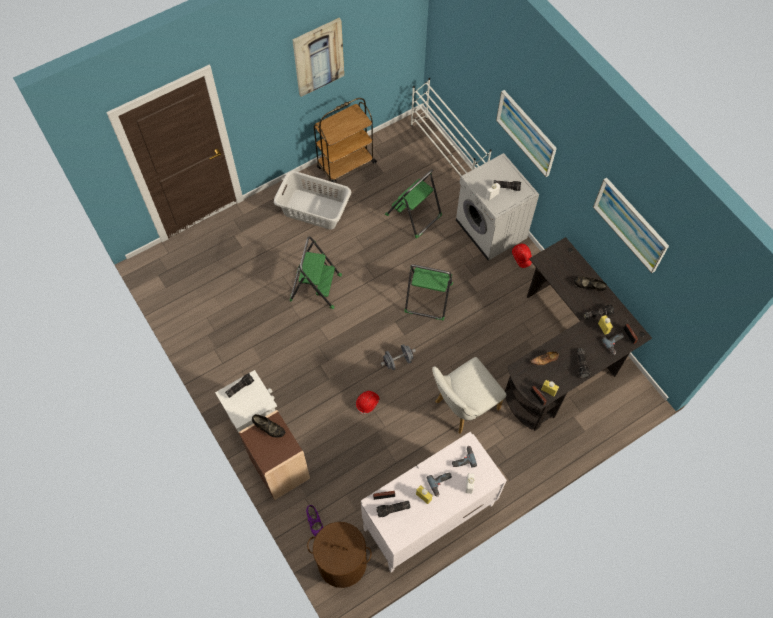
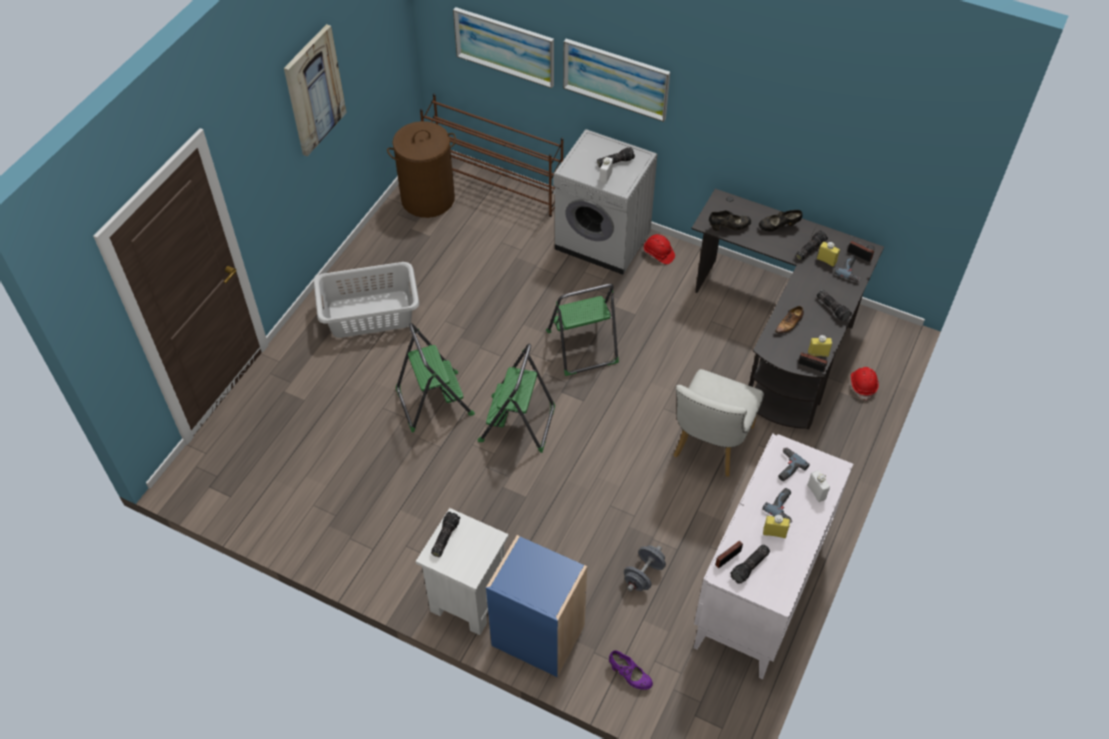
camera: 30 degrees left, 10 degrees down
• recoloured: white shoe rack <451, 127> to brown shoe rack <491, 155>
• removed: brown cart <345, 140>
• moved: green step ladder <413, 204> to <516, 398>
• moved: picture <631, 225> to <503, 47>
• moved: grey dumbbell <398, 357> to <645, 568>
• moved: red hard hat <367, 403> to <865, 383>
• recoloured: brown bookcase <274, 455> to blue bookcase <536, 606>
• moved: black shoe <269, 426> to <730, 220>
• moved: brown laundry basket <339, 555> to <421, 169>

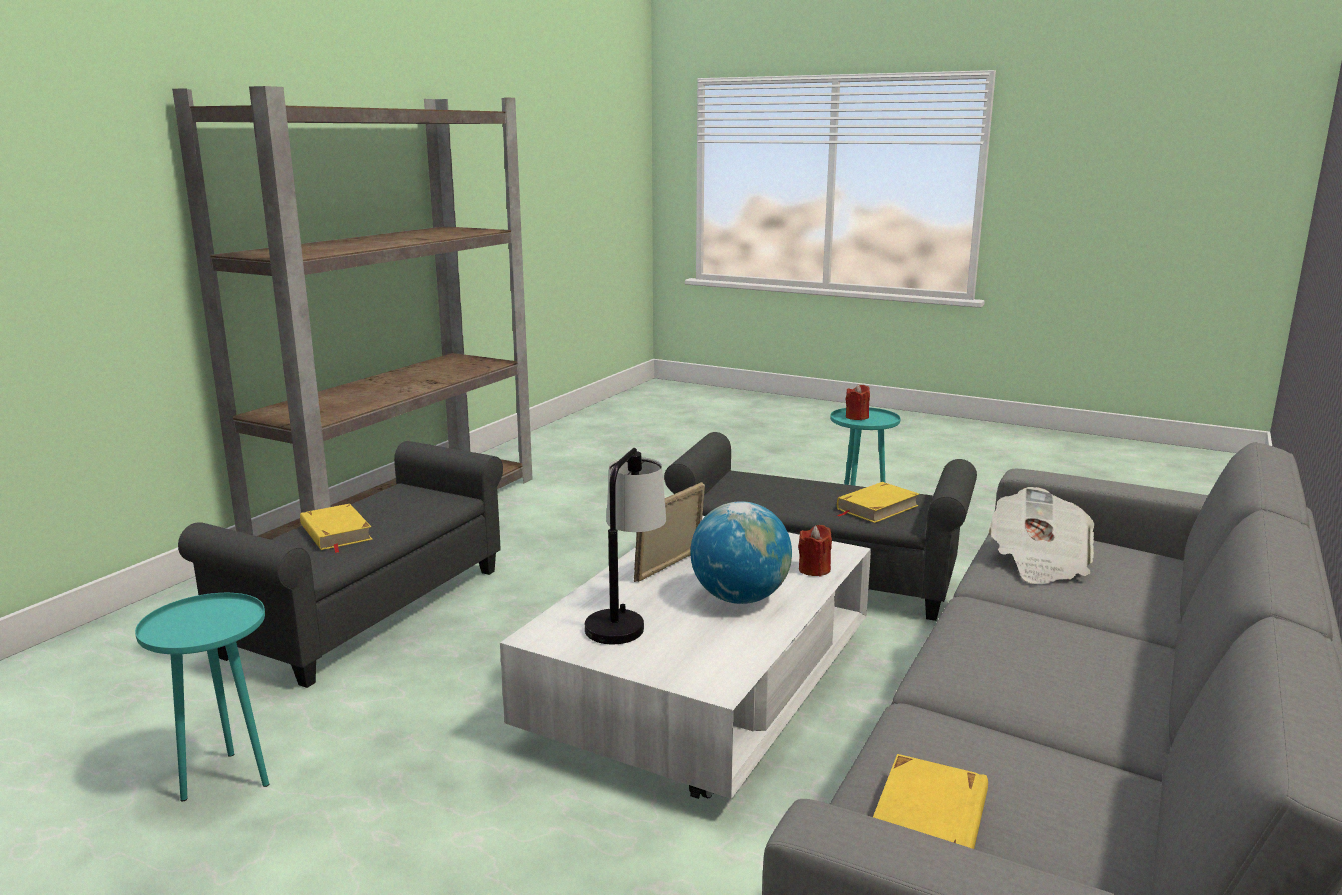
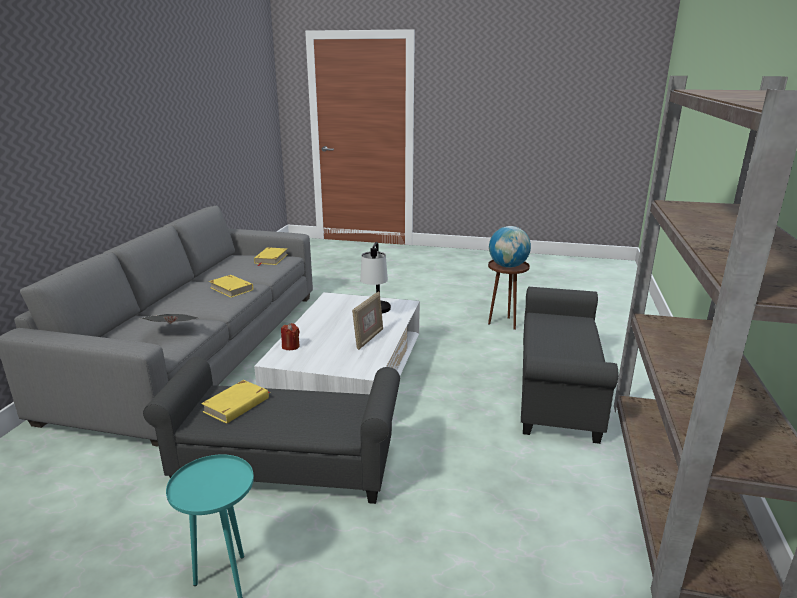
camera: 165 degrees right, 5 degrees up
• removed: red candle <858, 402>
• moved: globe <741, 552> to <510, 247>
• moved: yellow book <336, 528> to <231, 286>
• recoloured: turquoise side table <202, 697> to brown side table <509, 295>

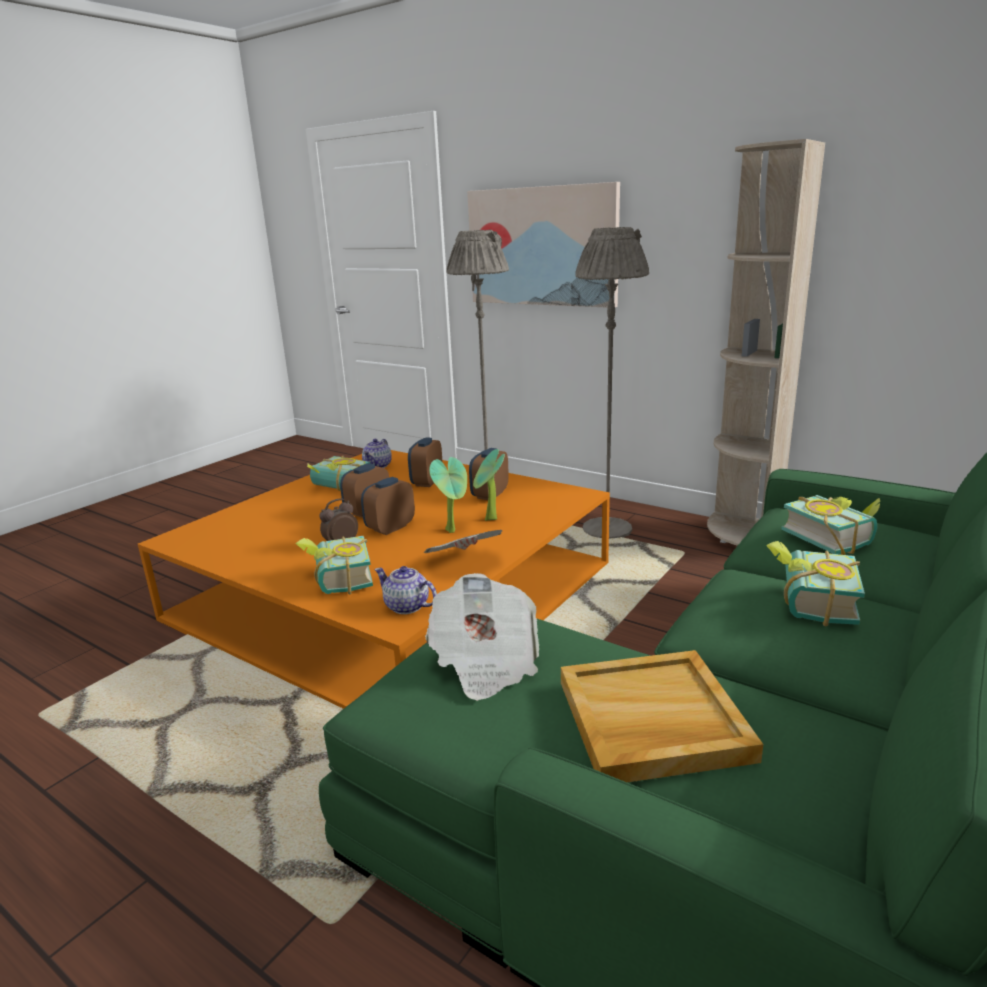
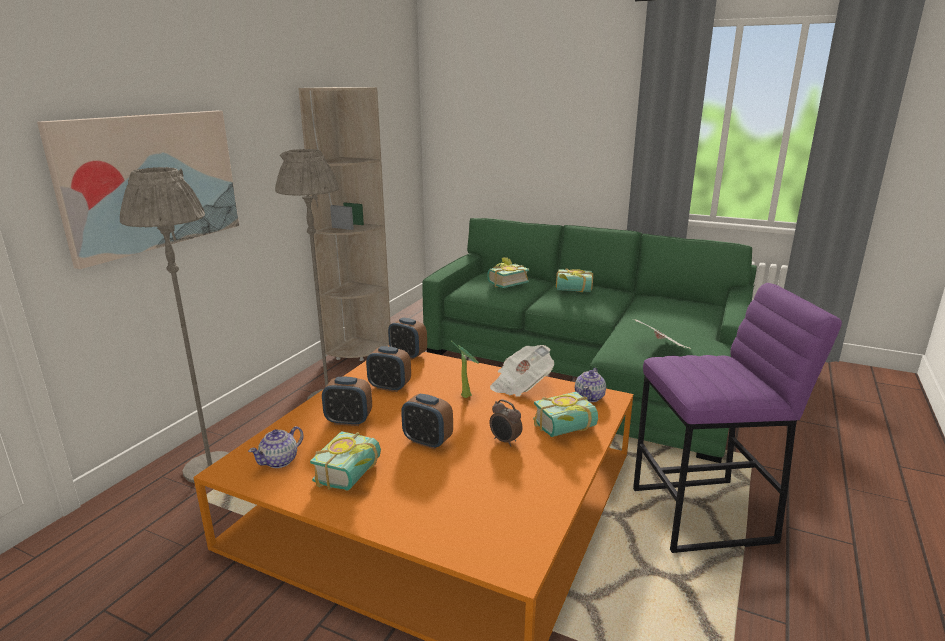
camera: 100 degrees left, 0 degrees up
• turned: teapot <377, 453> = <276, 447> 120 degrees clockwise
• removed: potted plant <489, 485>
• moved: alarm clock <388, 506> to <407, 338>
• removed: beige tray <662, 716>
• added: purple stool <737, 418>

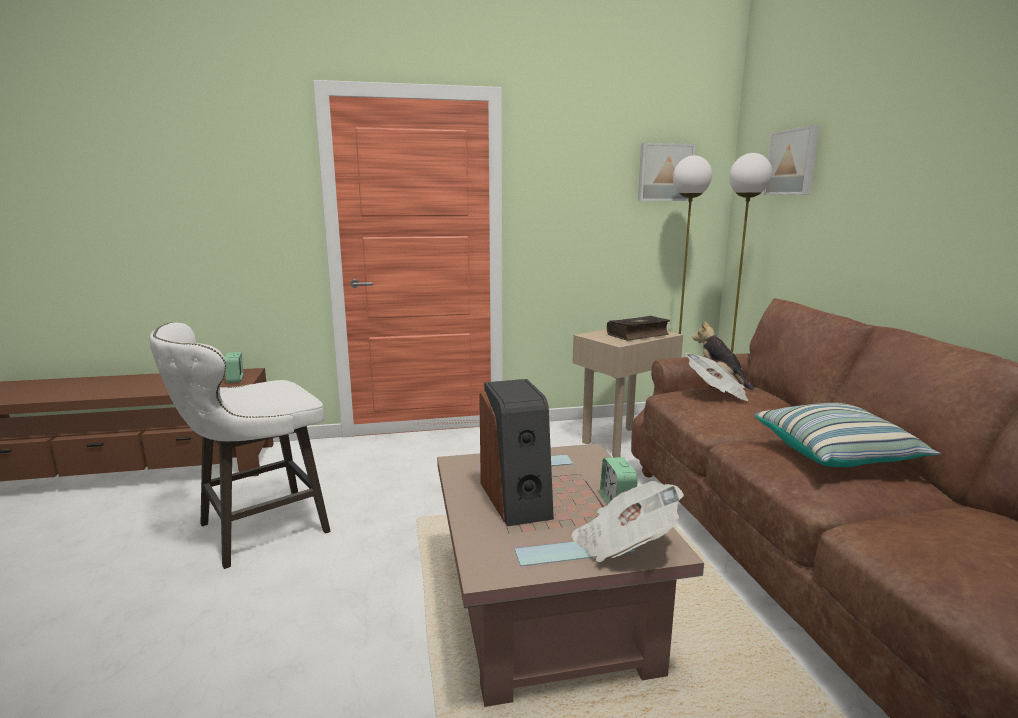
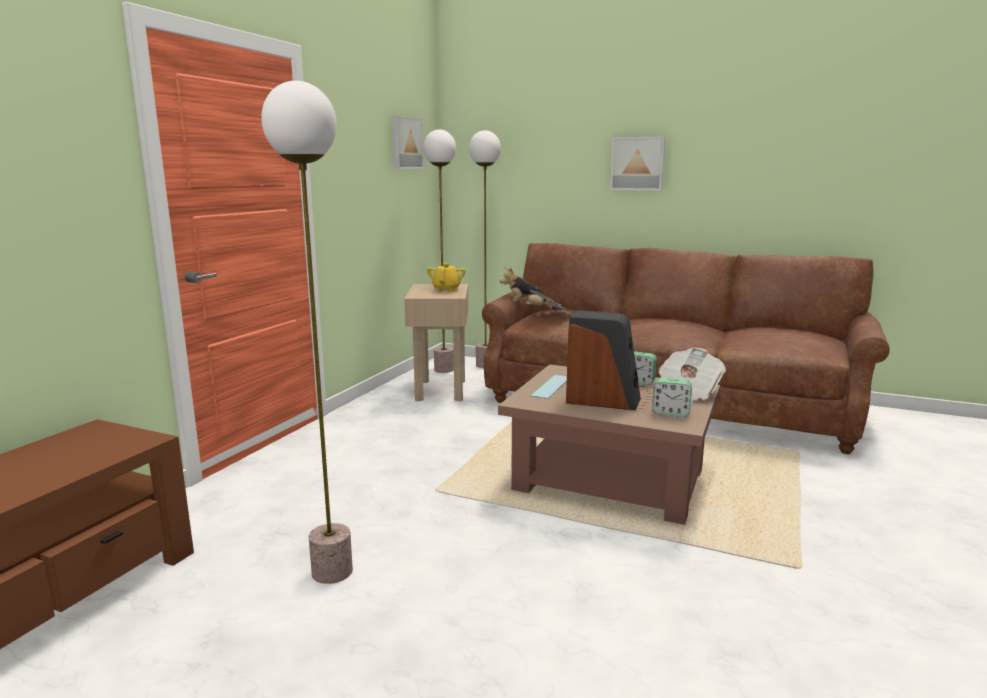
camera: 55 degrees left, 0 degrees up
• moved: picture <792, 160> to <638, 163>
• replaced: book <638, 328> to yellow teapot <446, 277>
• replaced: white stool <240, 445> to floor lamp <307, 332>
• moved: alarm clock <234, 367> to <672, 397>
• removed: pillow <847, 435>

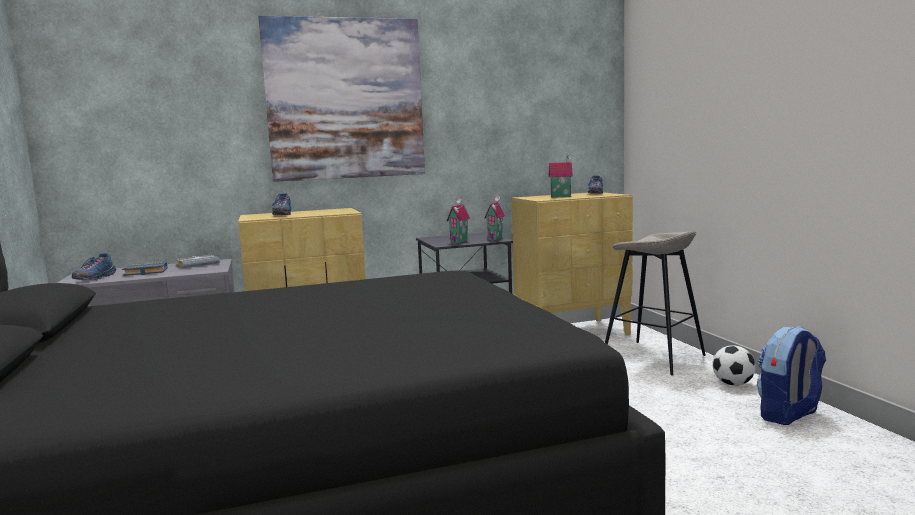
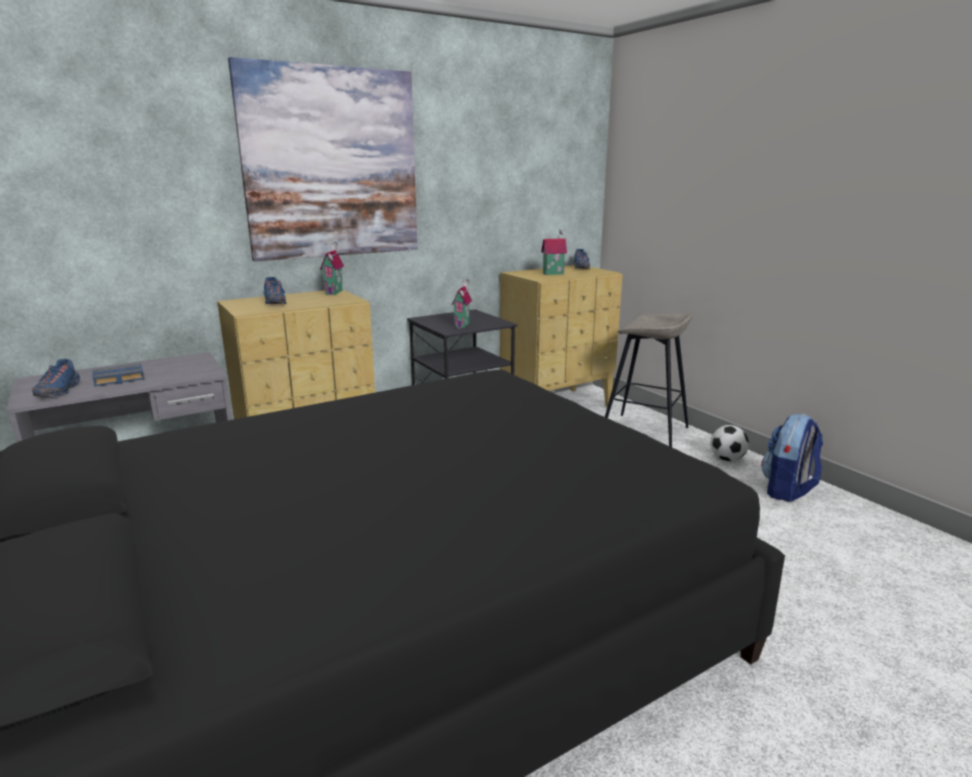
camera: 15 degrees left, 10 degrees up
• moved: toy house <494, 217> to <332, 268>
• removed: grey book <198, 261>

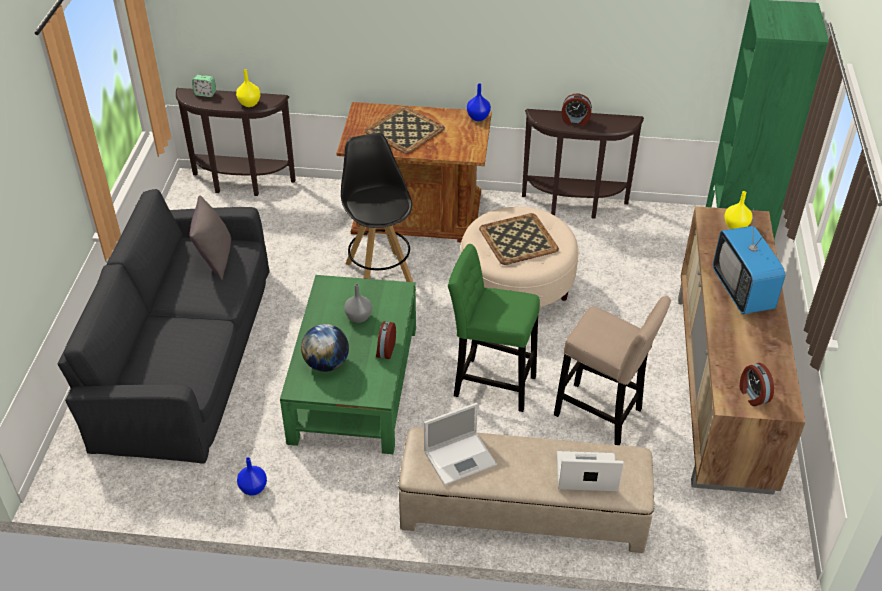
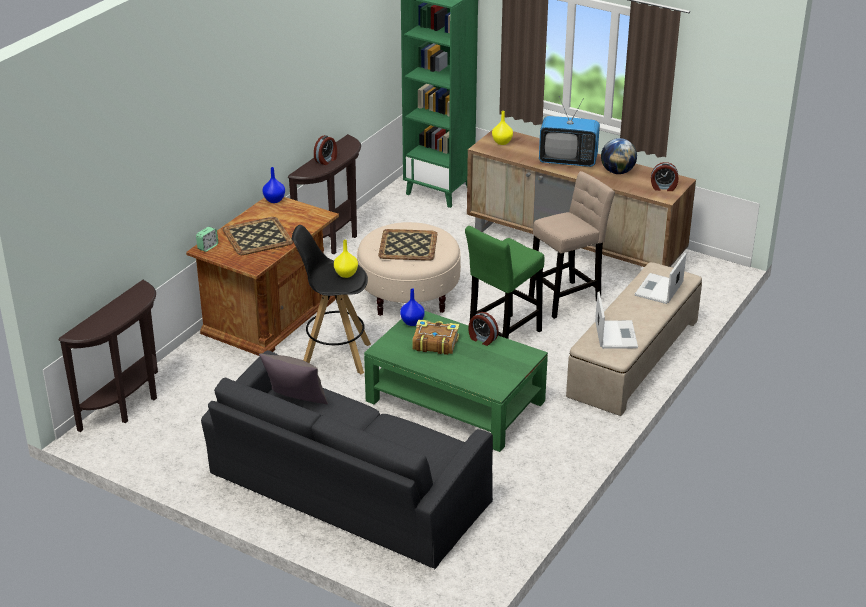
camera: 65 degrees left, 10 degrees down
• moved: yellow vase <248, 88> to <346, 259>
• moved: alarm clock <204, 86> to <207, 239>
• replaced: grey vase <358, 303> to book <435, 337>
• moved: globe <325, 348> to <619, 156>
• moved: blue vase <252, 476> to <412, 307>

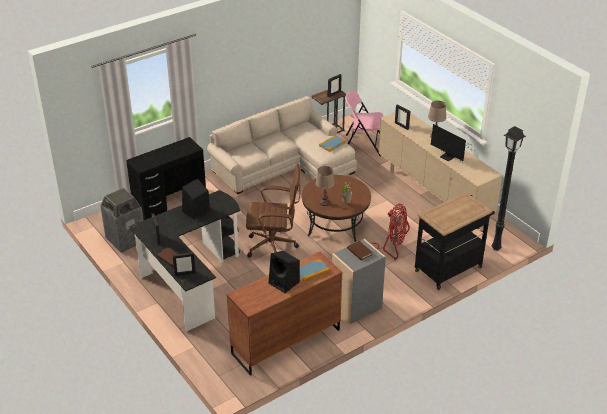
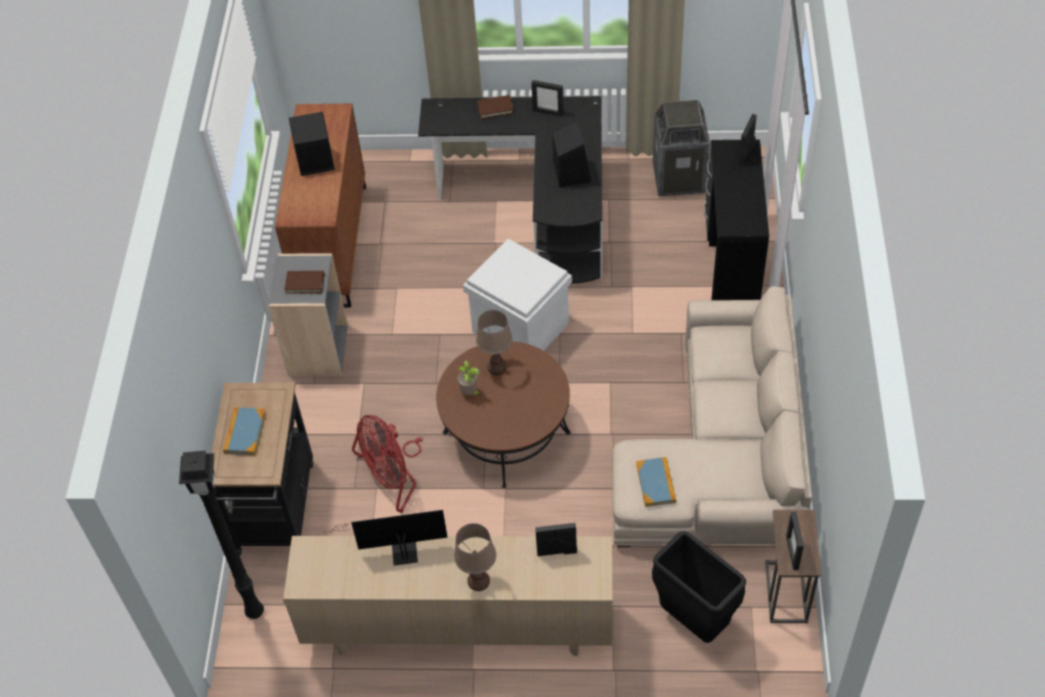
camera: 130 degrees right, 15 degrees up
• replaced: pink chair <364, 124> to black trash can <699, 587>
• replaced: brown office chair <273, 211> to white storage box <517, 295>
• moved: picture frame <184, 264> to <748, 139>
• moved: book <314, 270> to <244, 431>

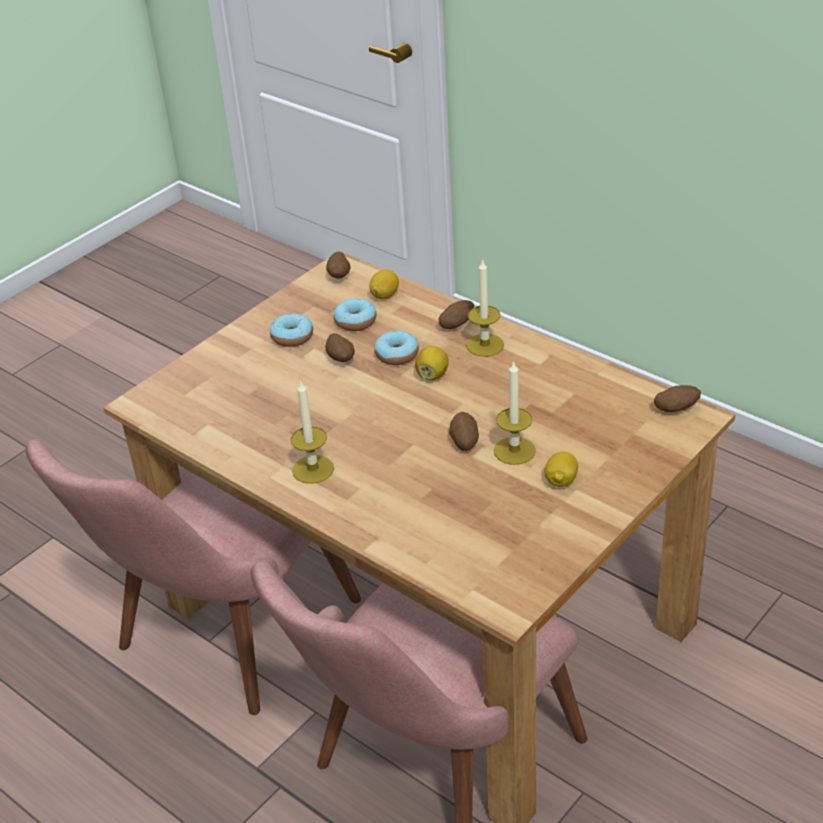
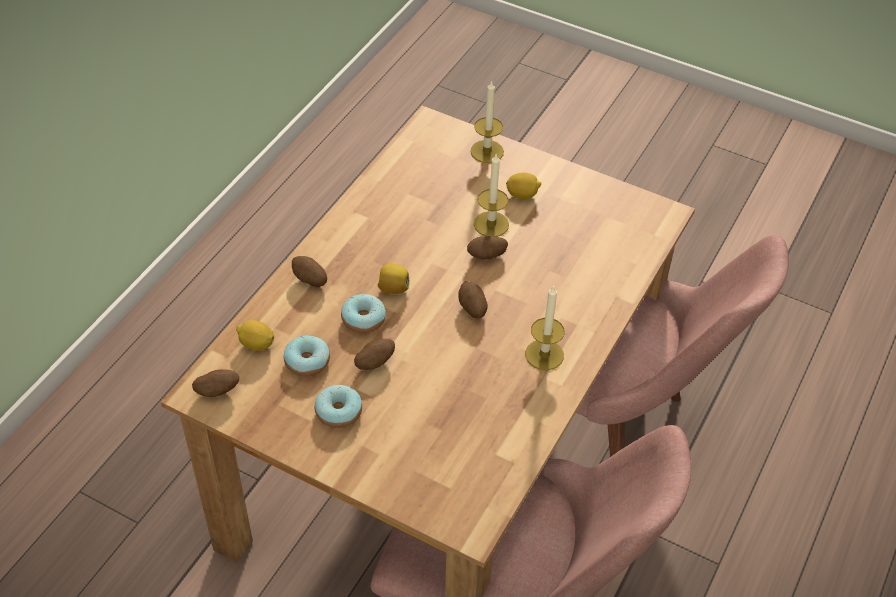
camera: 105 degrees left, 10 degrees up
• moved: candle <485, 307> to <487, 121>
• moved: potato <677, 398> to <473, 299>

